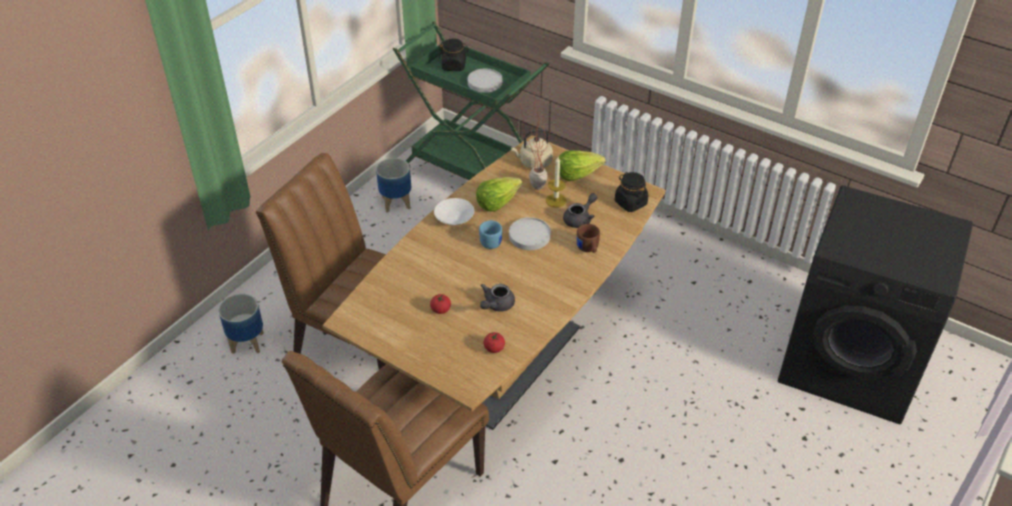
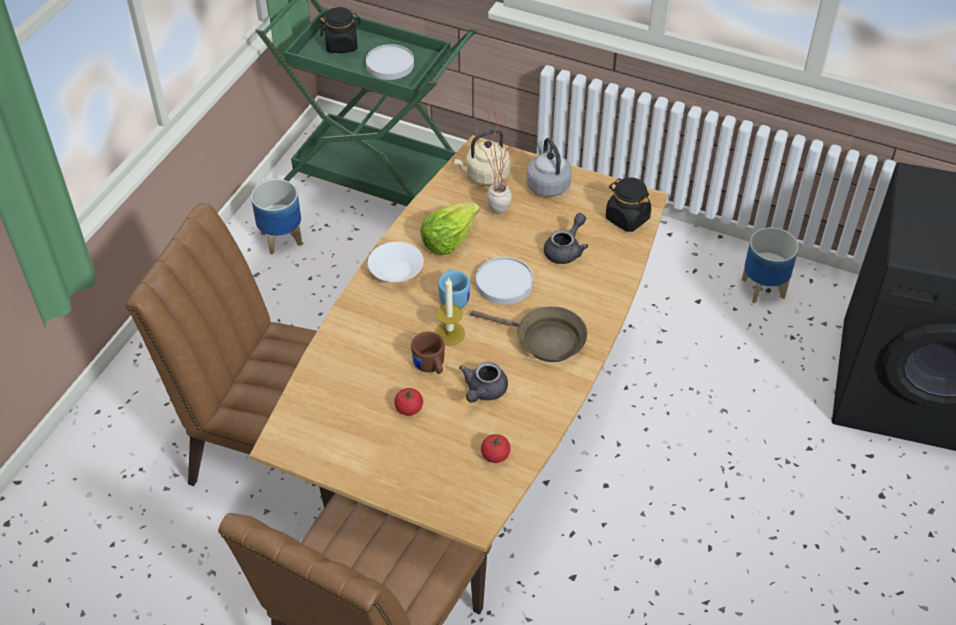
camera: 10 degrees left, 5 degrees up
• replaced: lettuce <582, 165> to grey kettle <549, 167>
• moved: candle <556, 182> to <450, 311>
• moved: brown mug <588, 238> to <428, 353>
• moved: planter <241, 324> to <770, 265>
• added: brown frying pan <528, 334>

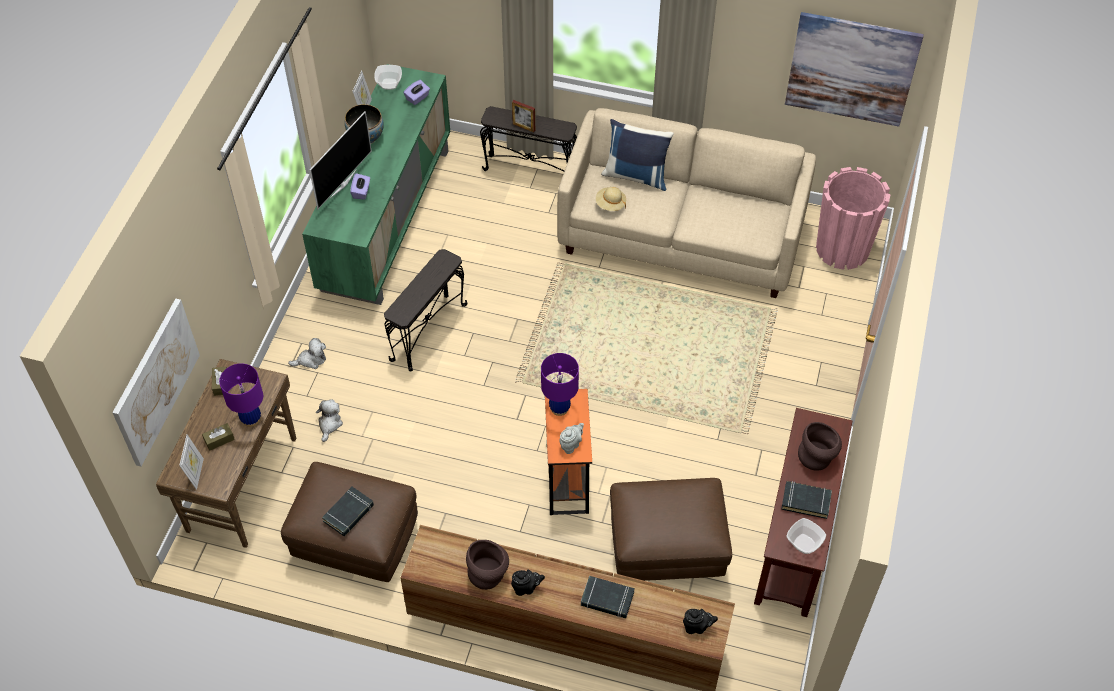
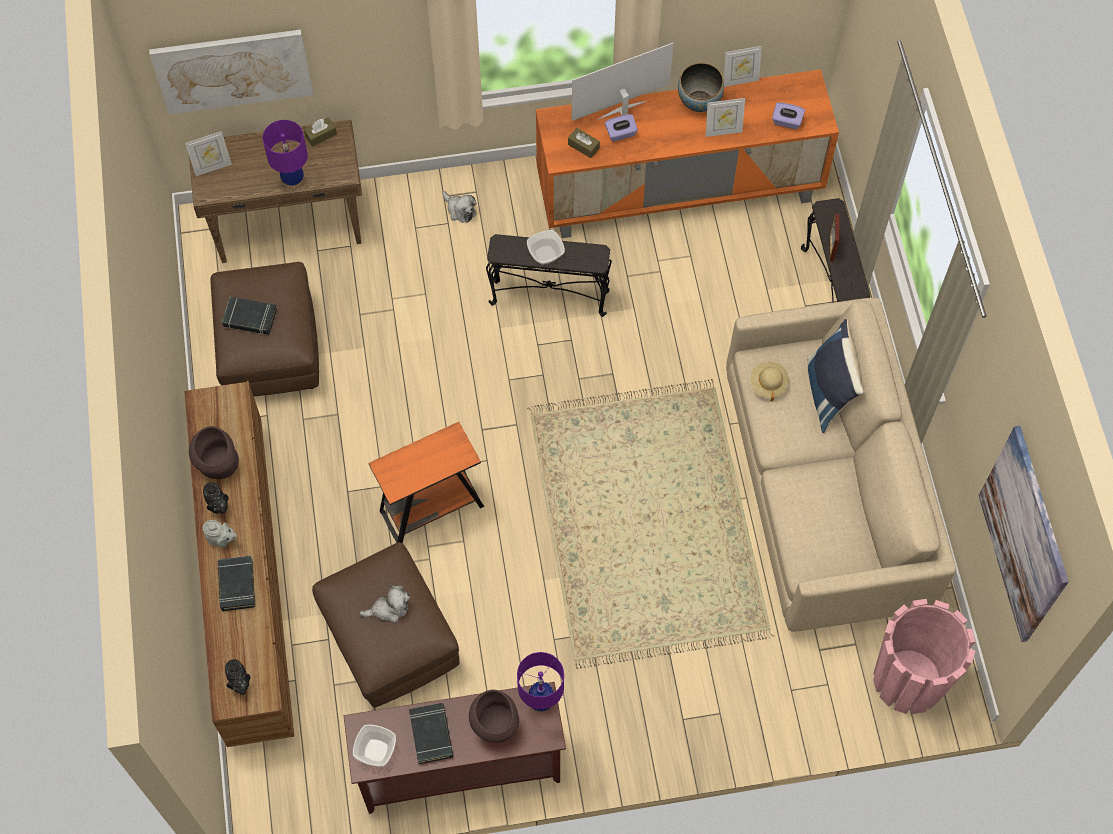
camera: 65 degrees right, 10 degrees up
• recoloured: green tv stand <376, 184> to orange tv stand <687, 153>
• moved: bowl <388, 77> to <546, 247>
• turned: television <340, 160> = <622, 82> 150 degrees clockwise
• moved: purple table lamp <560, 384> to <540, 682>
• moved: plush toy <329, 420> to <385, 604>
• moved: brown tissue box <218, 437> to <584, 143>
• moved: grey teapot <571, 438> to <220, 534>
• added: picture frame <725, 117>

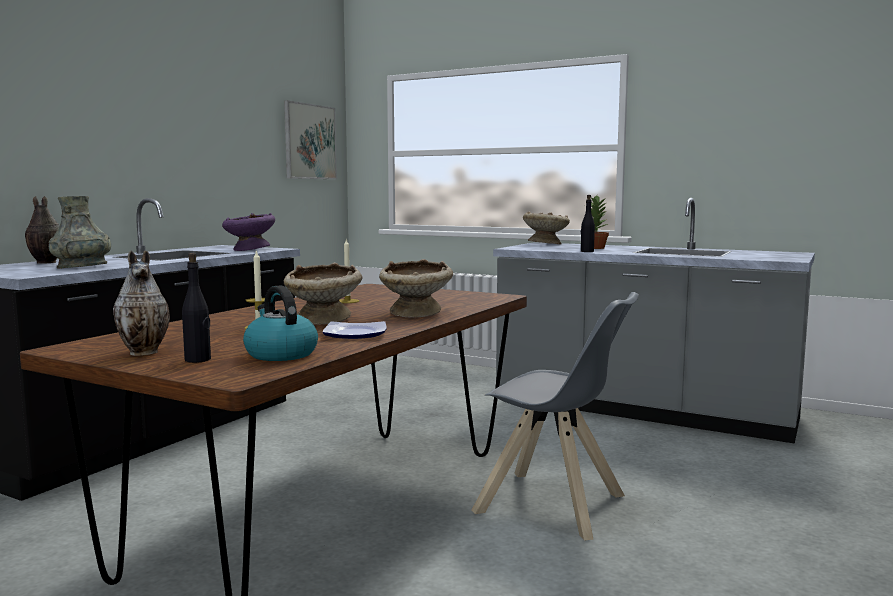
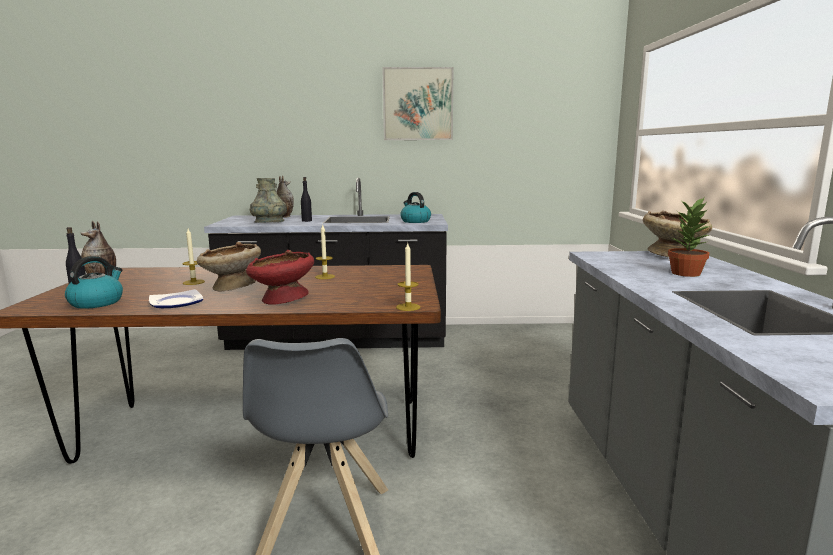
camera: 60 degrees right, 5 degrees up
• moved: picture <310, 139> to <417, 103>
• moved: black bottle <588, 223> to <306, 199>
• replaced: purple bowl <248, 232> to kettle <415, 207>
• recoloured: beige bowl <416, 288> to red bowl <280, 277>
• added: candle <408, 277>

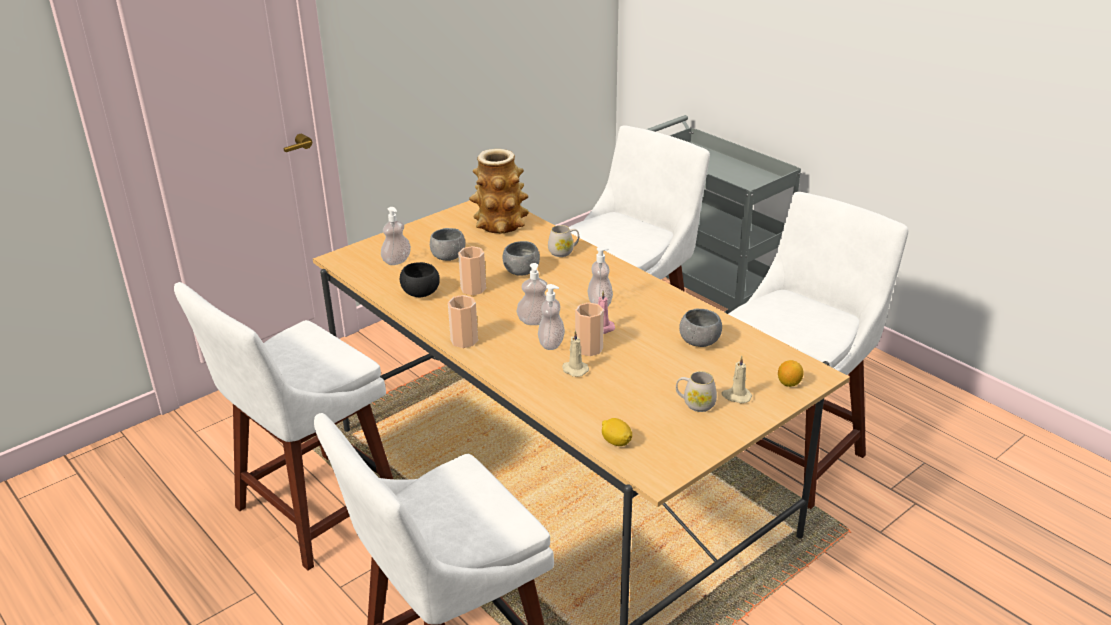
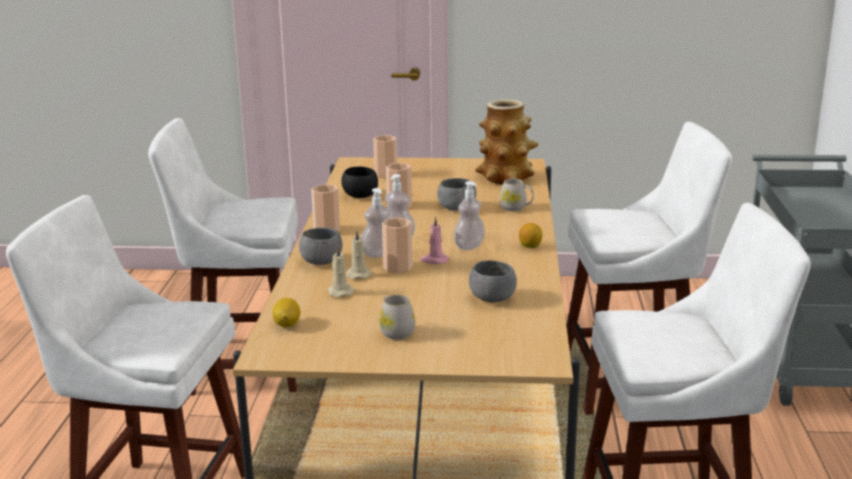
camera: 45 degrees right, 10 degrees down
• replaced: soap dispenser <396, 236> to cup <385, 156>
• moved: grey bowl <448, 244> to <321, 246>
• moved: beige candle <737, 379> to <340, 271>
• moved: lemon <791, 373> to <531, 235>

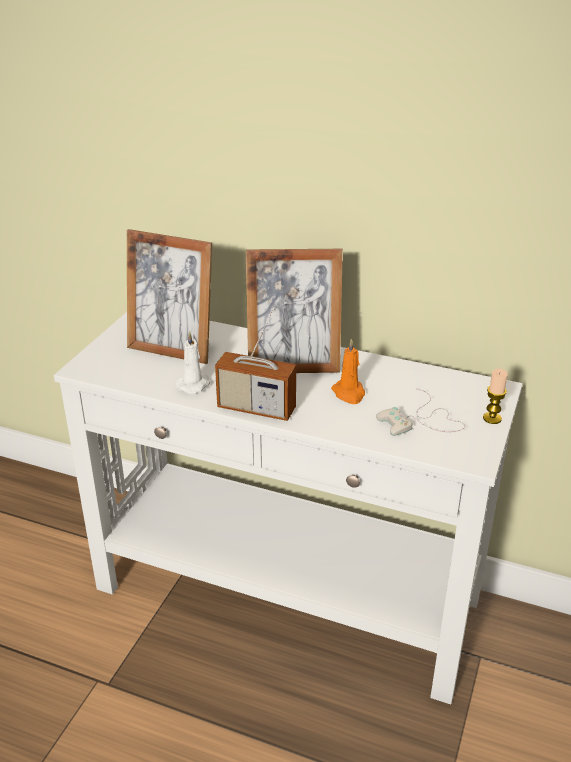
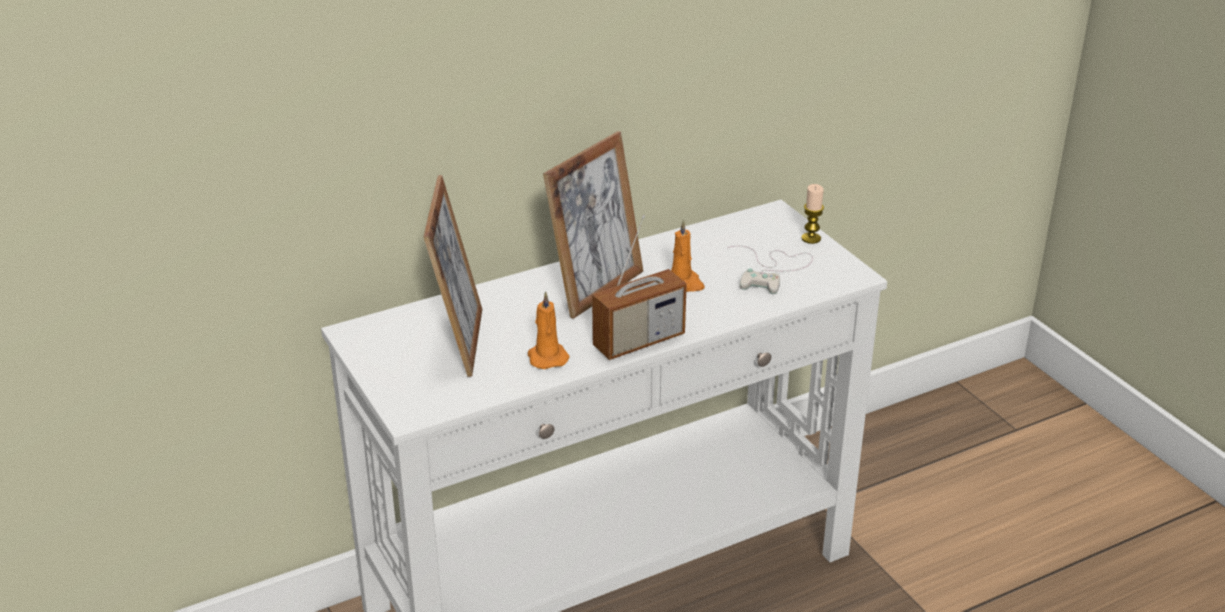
camera: 50 degrees left, 0 degrees up
• turned: picture frame <169, 296> = <452, 276> 60 degrees counterclockwise
• recoloured: white candle <193, 362> to orange candle <549, 330>

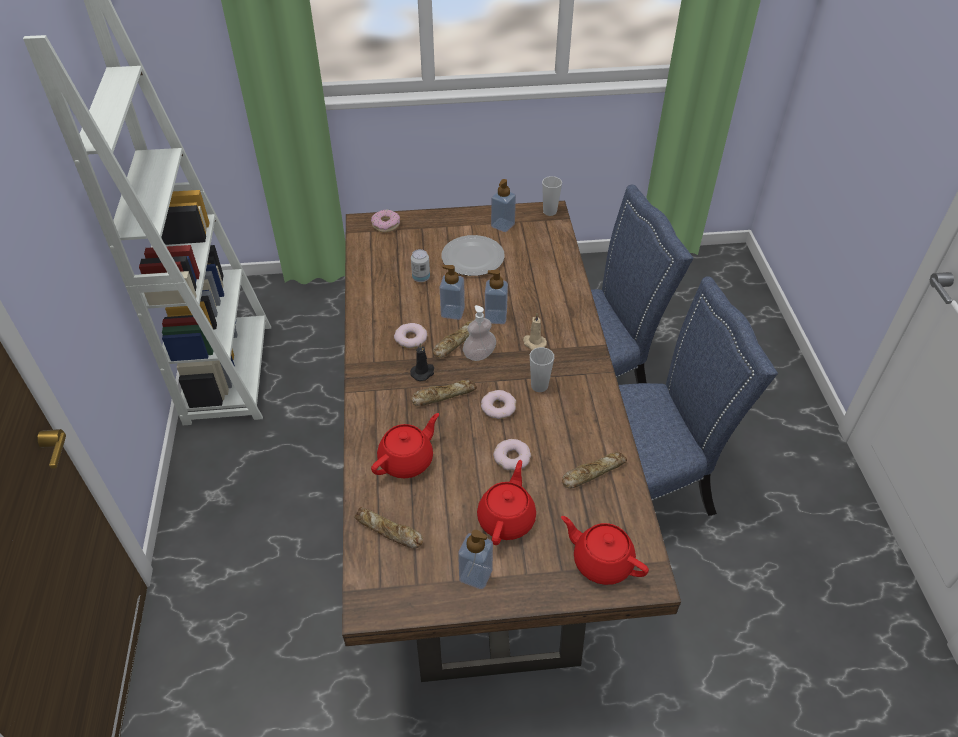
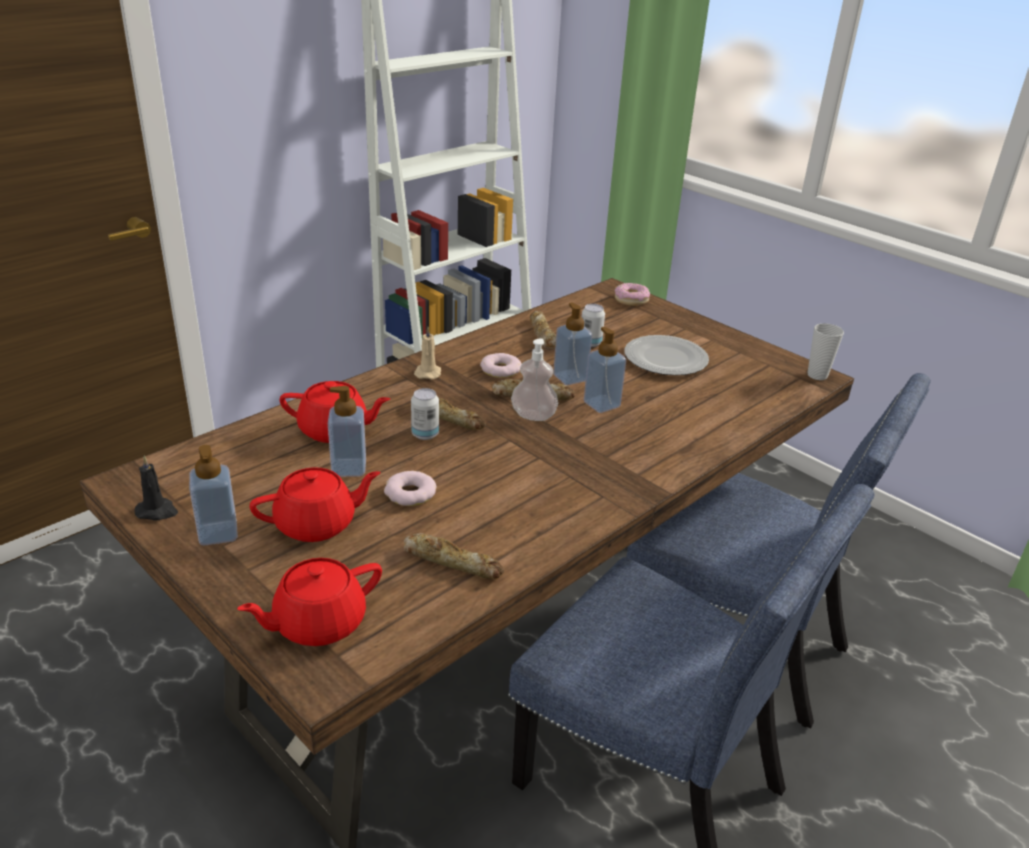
camera: 50 degrees right, 15 degrees down
• moved: soap dispenser <503, 205> to <347, 431>
• moved: beige candle <535, 332> to <427, 353>
• moved: black candle <422, 362> to <156, 488>
• removed: cup <542, 369>
• removed: donut <498, 404>
• moved: bread <388, 528> to <543, 330>
• turned: red teapot <605, 550> = <309, 602> 120 degrees counterclockwise
• added: can <425, 414>

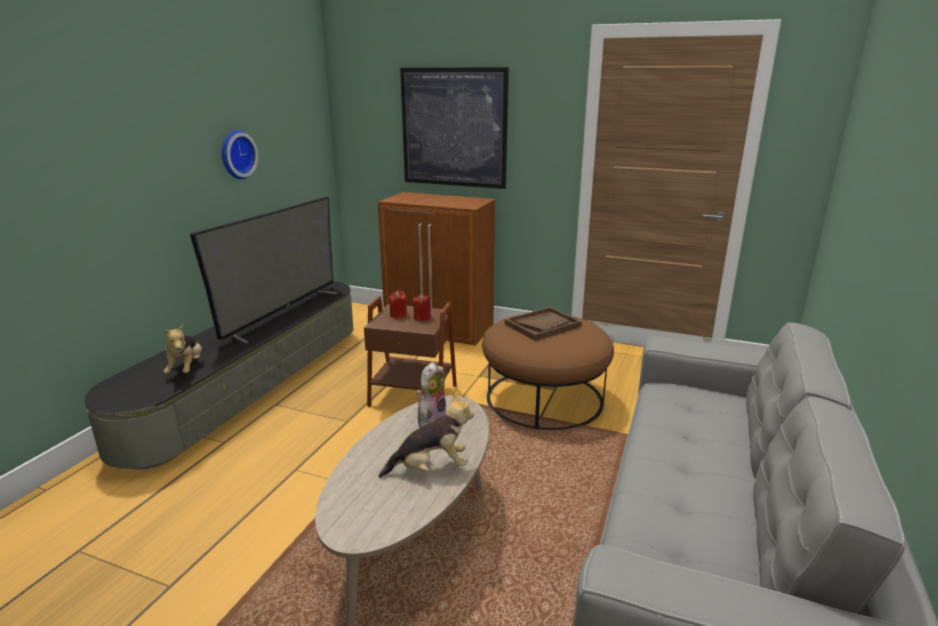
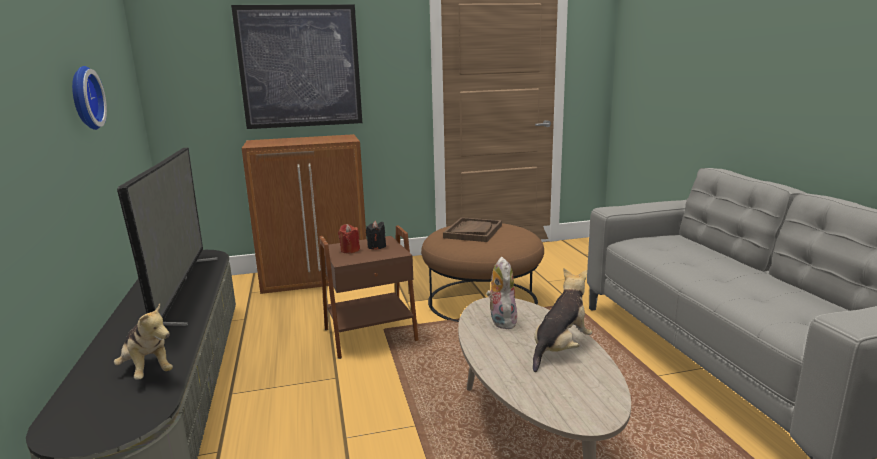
camera: 35 degrees left, 5 degrees down
• recoloured: red candle <422, 307> to black candle <376, 235>

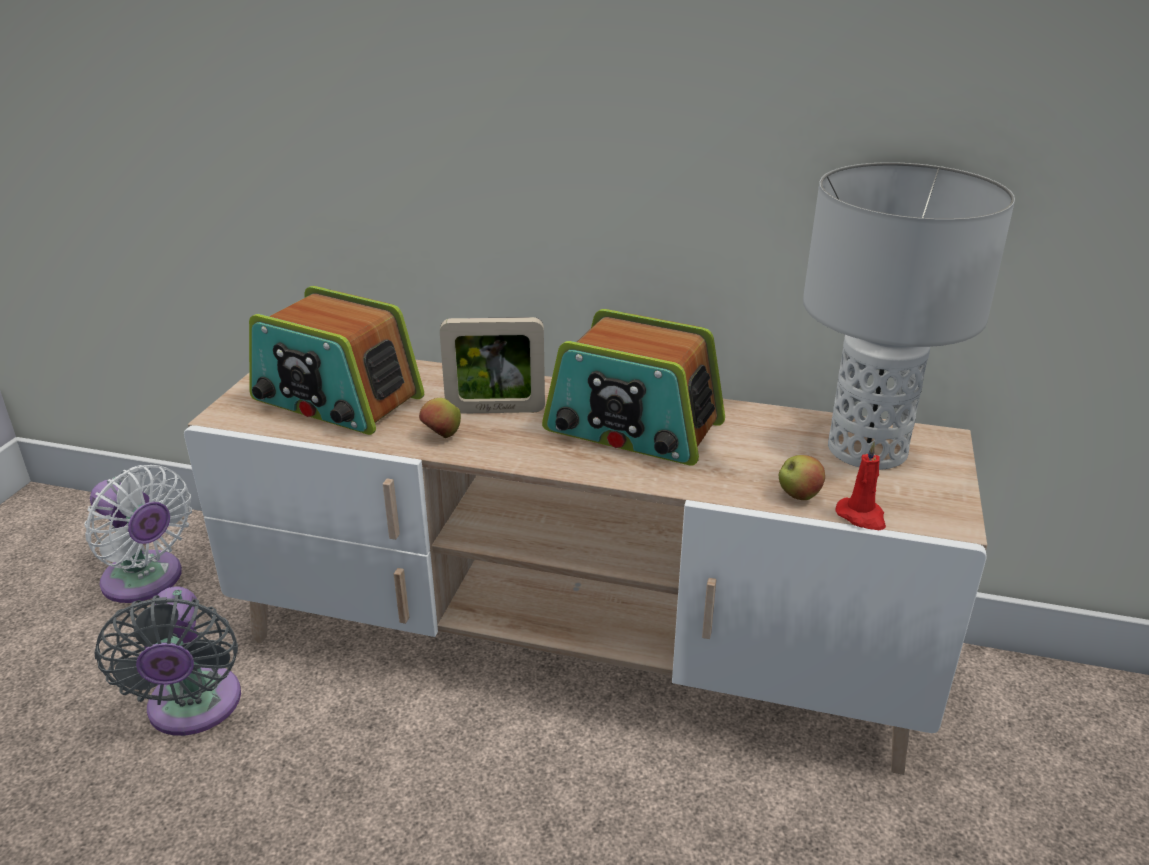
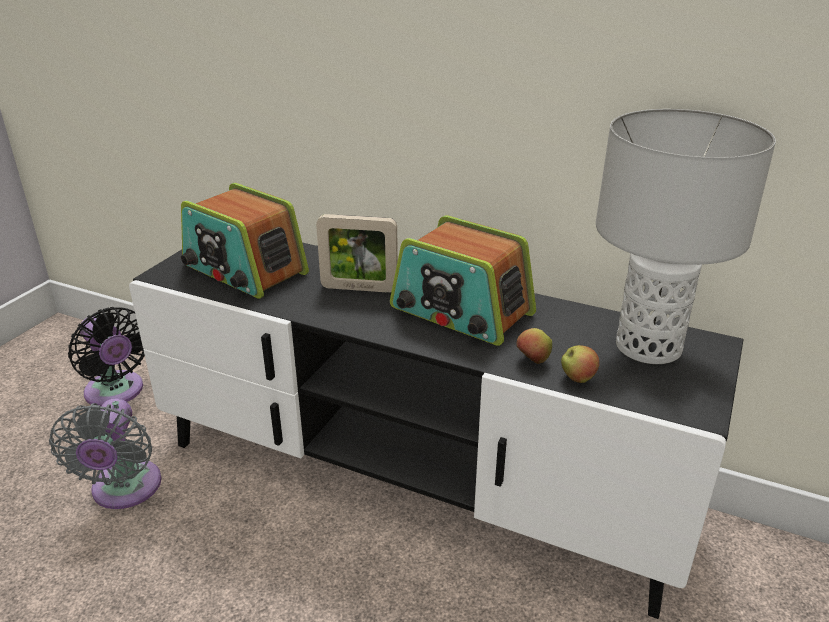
camera: 10 degrees right, 0 degrees up
• recoloured: beige tv stand <585, 567> to black tv stand <436, 431>
• moved: apple <440, 418> to <534, 346>
• removed: red candle <860, 486>
• recoloured: white fan <138, 534> to black fan <106, 356>

